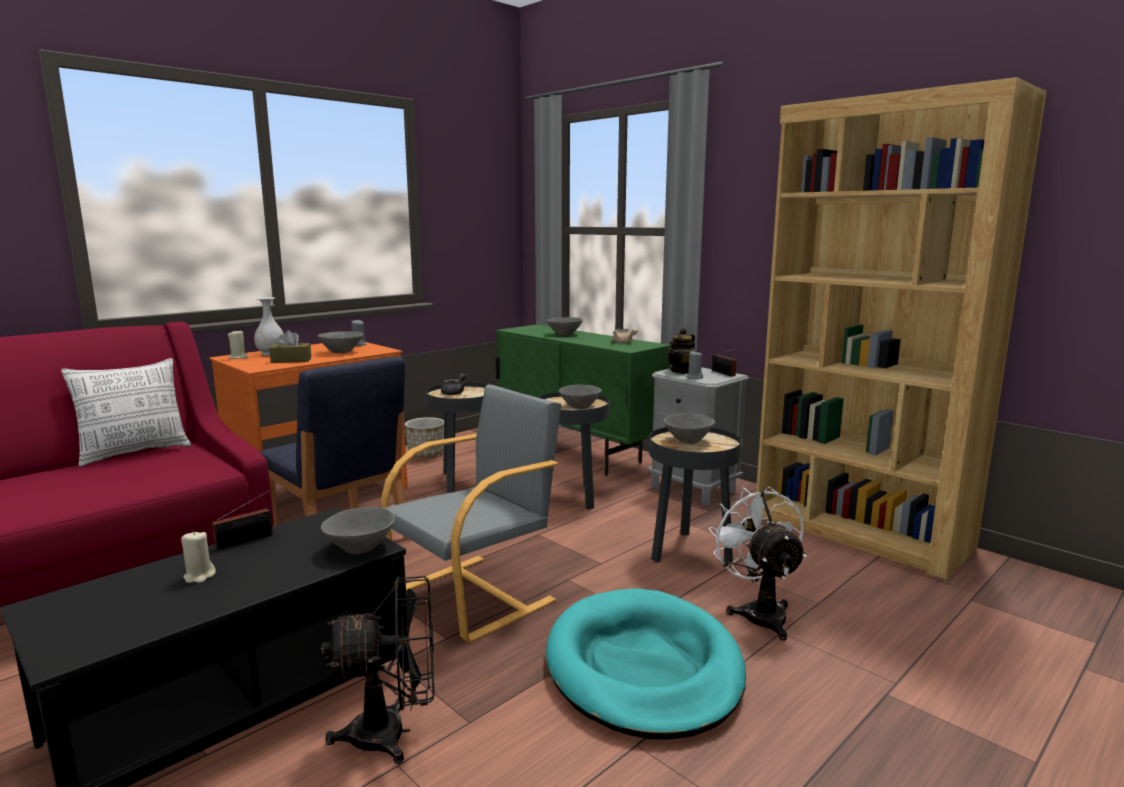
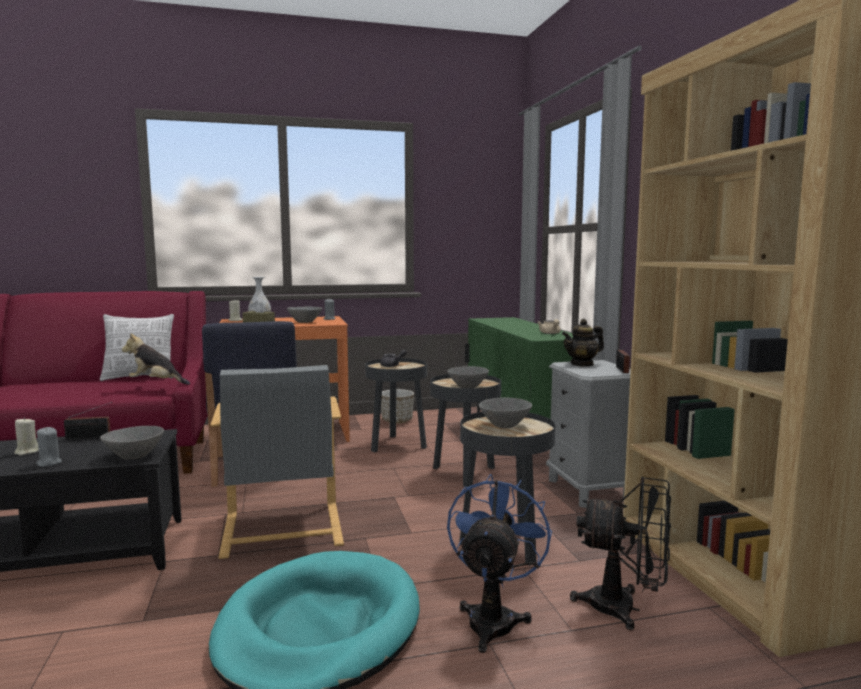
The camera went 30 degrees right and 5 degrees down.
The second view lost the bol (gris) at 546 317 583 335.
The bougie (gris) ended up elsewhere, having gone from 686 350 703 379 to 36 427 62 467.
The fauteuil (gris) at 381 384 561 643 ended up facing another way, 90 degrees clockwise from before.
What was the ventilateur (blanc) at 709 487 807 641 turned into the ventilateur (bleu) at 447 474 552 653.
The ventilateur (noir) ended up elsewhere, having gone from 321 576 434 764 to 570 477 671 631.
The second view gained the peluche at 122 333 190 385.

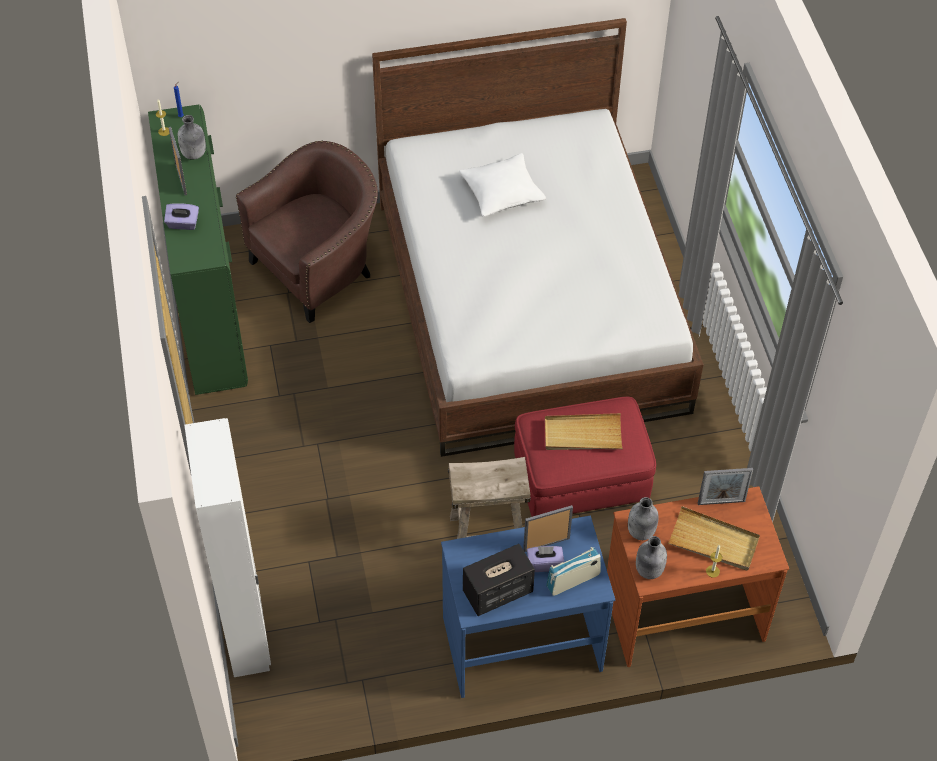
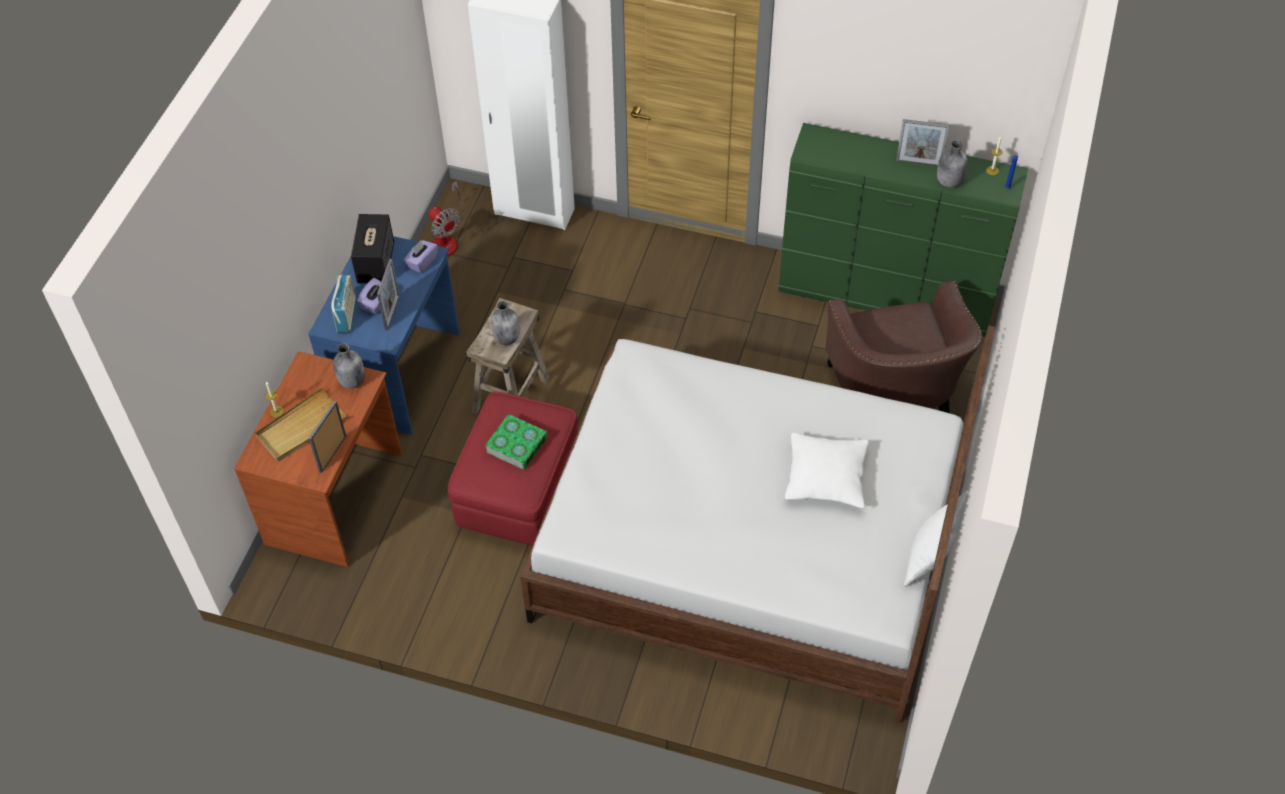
The camera went 120 degrees right and 0 degrees up.
The boîte à mouchoirs (violet) ended up elsewhere, having gone from 164 203 199 230 to 403 240 438 273.
Where the plateau (beige) stood at 545 413 623 450, the livre came to stand at 485 414 547 470.
The bouteille (gris) ended up elsewhere, having gone from 636 536 667 579 to 491 301 520 345.
The second view gained the ventilateur at 428 181 464 256.
The second view gained the coussin (blanc) at 904 491 968 587.

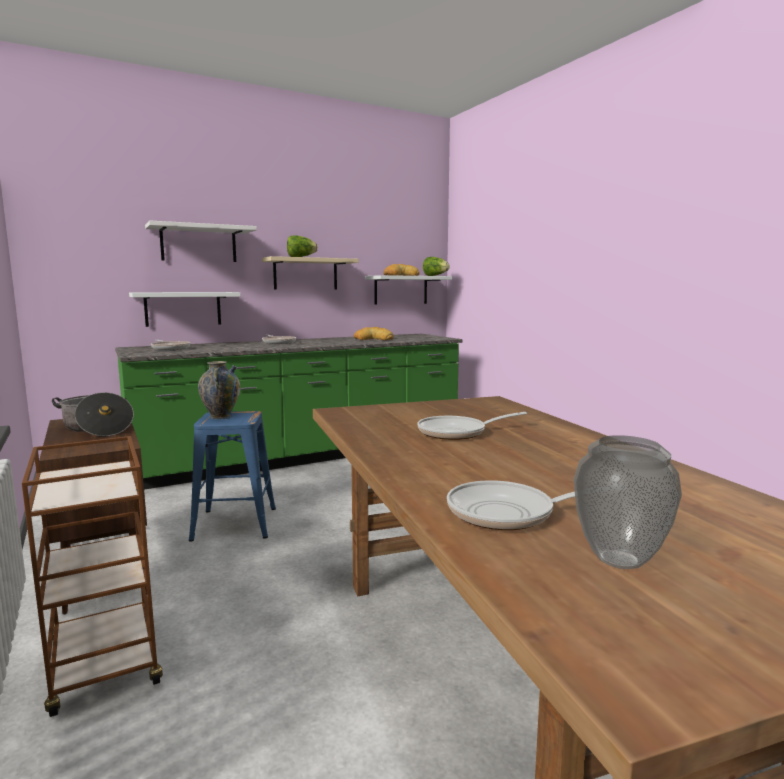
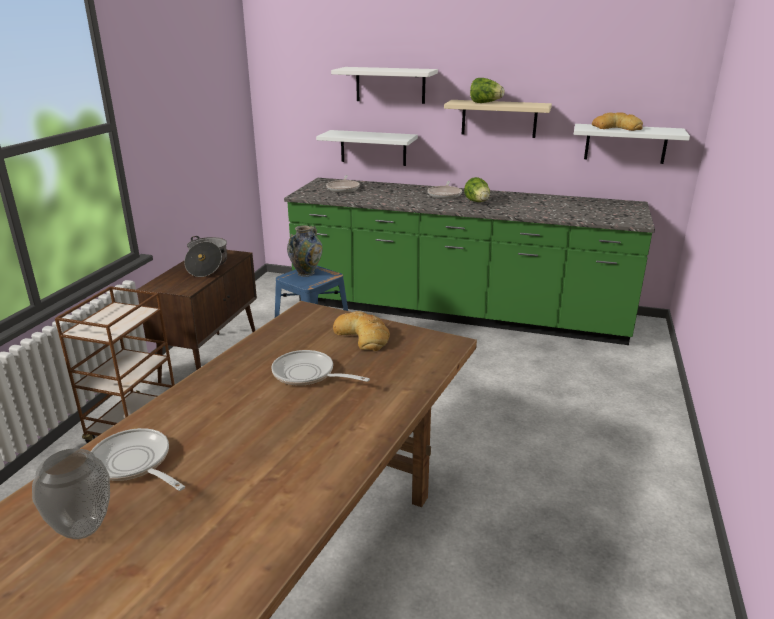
The camera went 45 degrees right and 15 degrees up.
The laitue ended up elsewhere, having gone from 423 257 450 276 to 464 177 490 202.
The pain ended up elsewhere, having gone from 354 327 394 340 to 333 311 390 351.

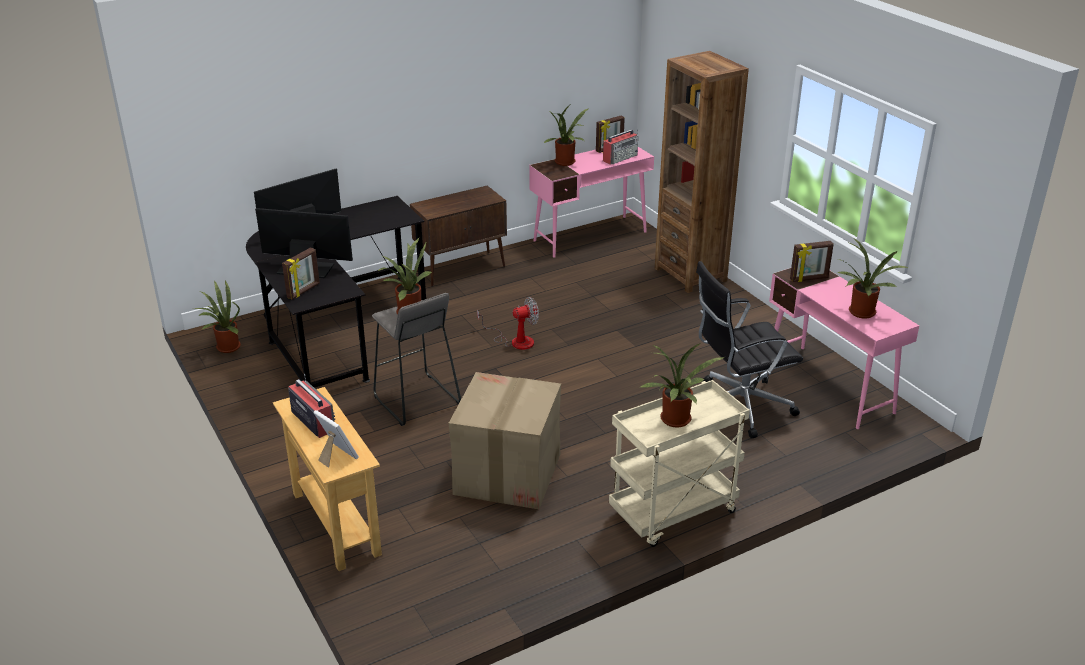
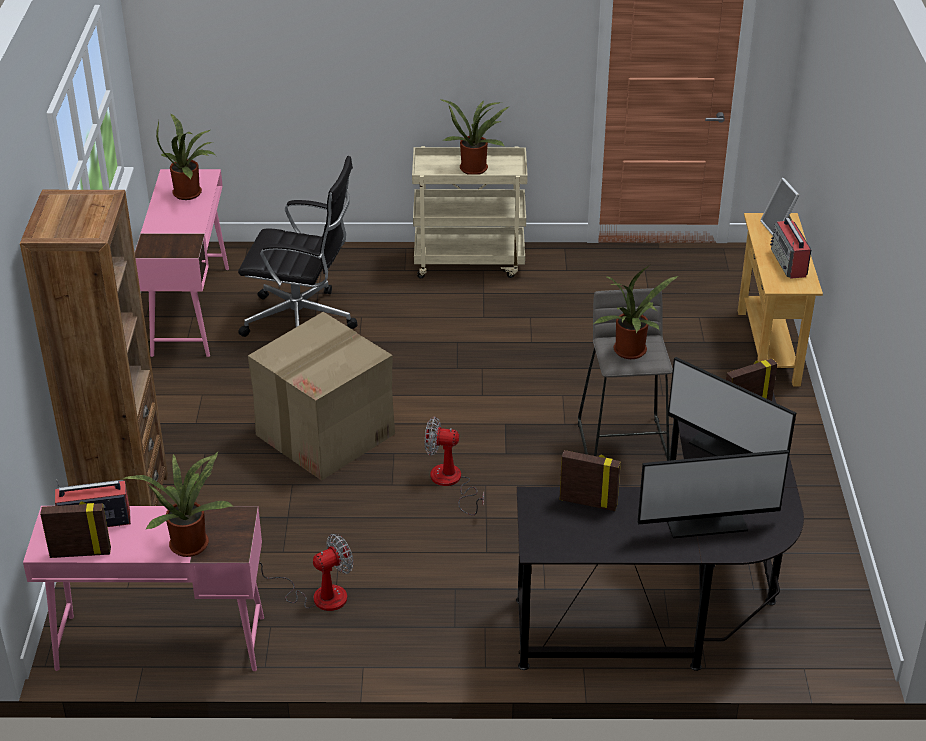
The camera went 150 degrees left and 5 degrees up.
The second view lost the meuble de rangement (marron) at 410 186 507 287.
The cadre photo ended up elsewhere, having gone from 790 241 834 282 to 559 450 621 511.
The second view lost the plante en pot at 195 280 241 353.
The carton ended up elsewhere, having gone from 449 372 561 509 to 248 312 395 481.
The second view gained the ventilateur at 259 534 353 611.

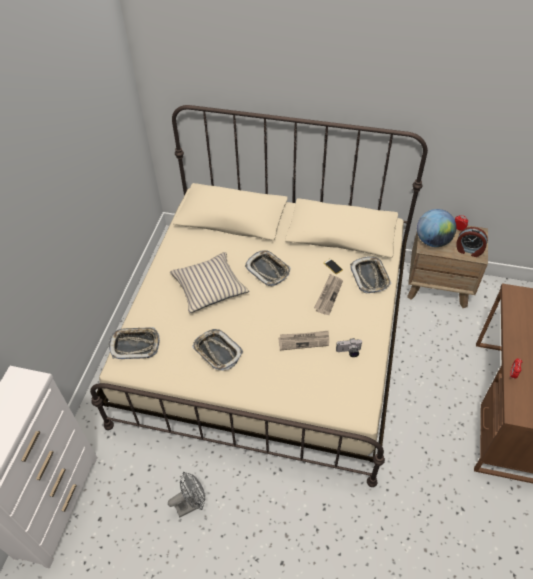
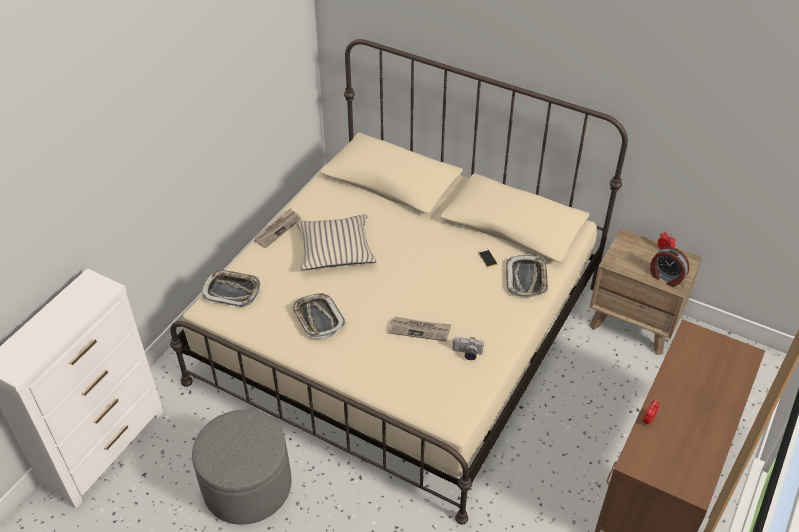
The camera went 15 degrees right and 5 degrees down.
The second view lost the globe at 417 209 456 247.
The second view lost the plateau at 245 250 291 286.
The journal ended up elsewhere, having gone from 314 274 343 315 to 253 208 301 248.
Where the ventilateur (gris) stood at 168 472 206 517, the pouf (gris) came to stand at 192 410 292 525.

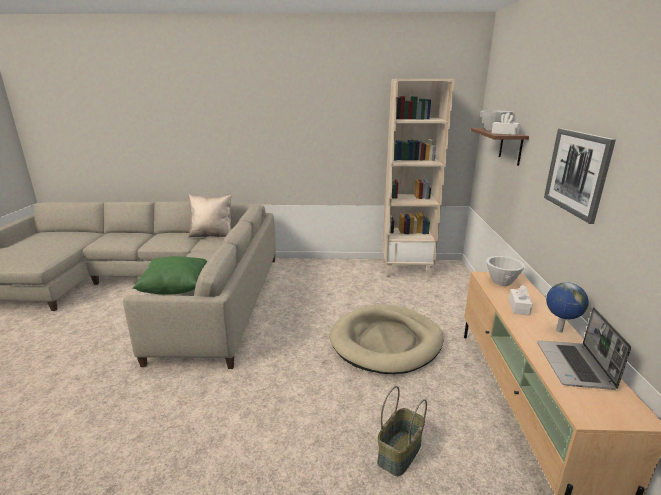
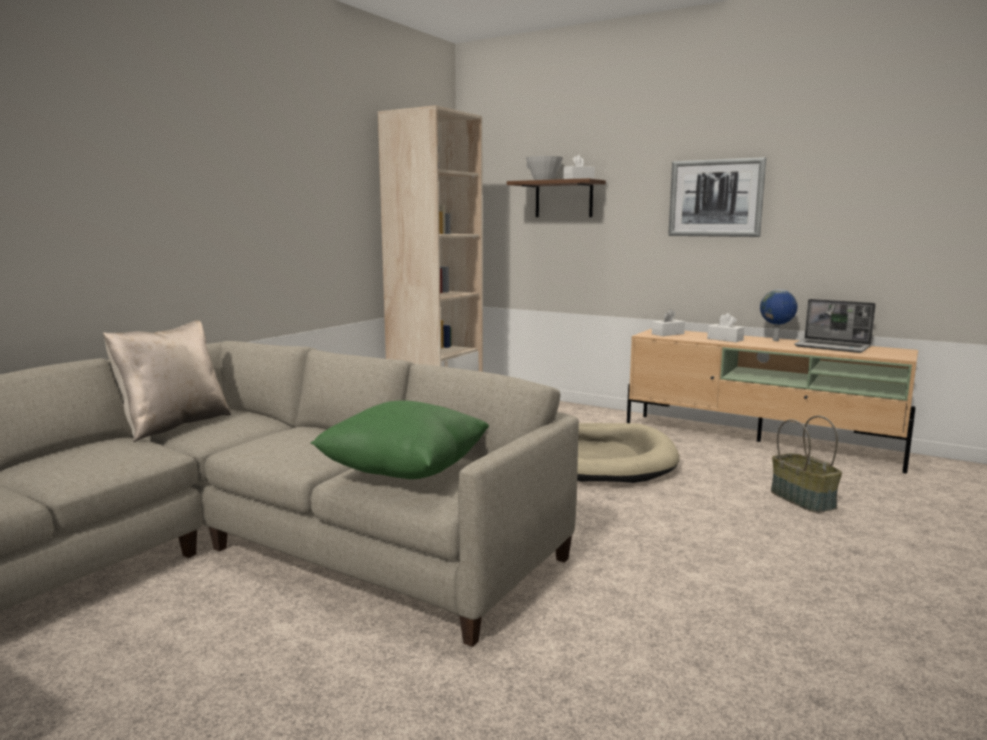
The camera went 60 degrees left and 10 degrees down.
Where the bol (blanc) stood at 486 256 525 286, the boîte à mouchoirs (blanc) came to stand at 652 309 685 336.

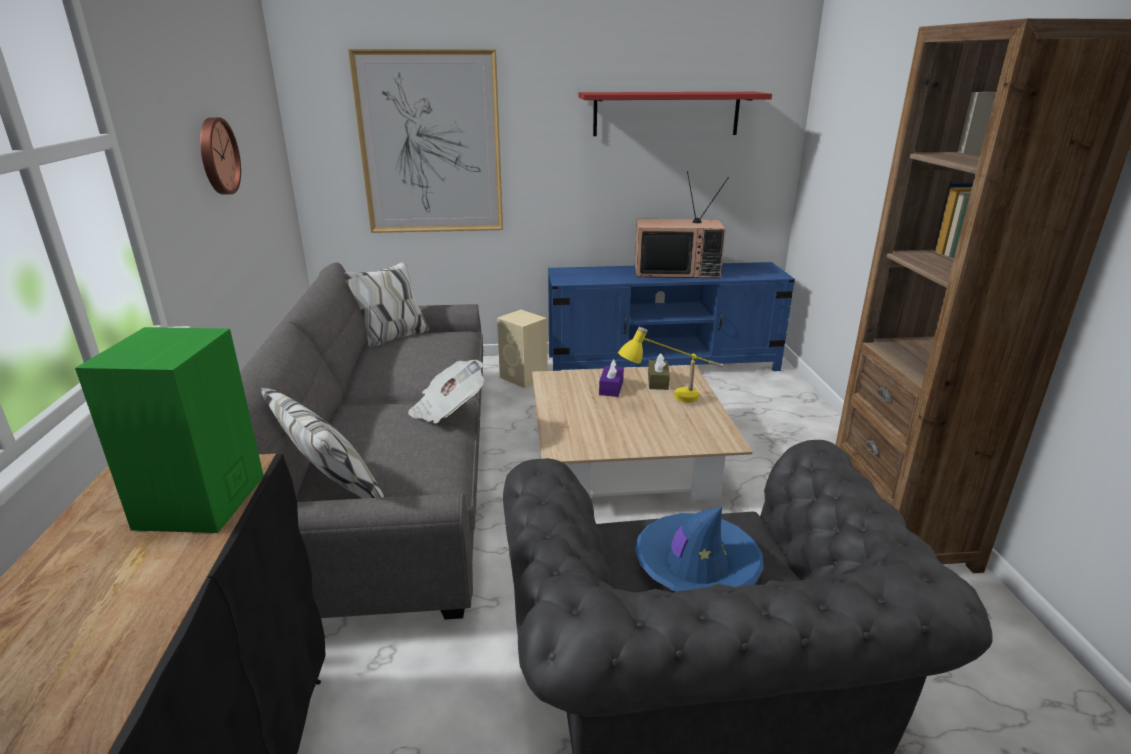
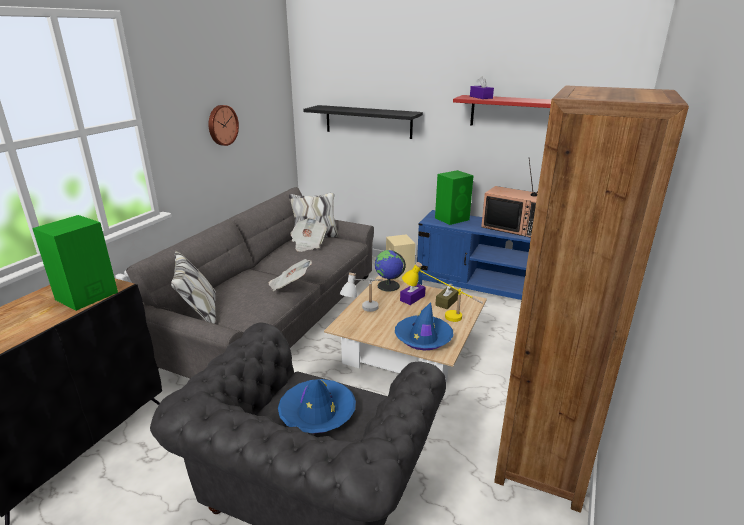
The camera went 30 degrees right and 0 degrees up.
Where the tableau hung at 348 49 503 233, the étagère (noir) came to hang at 303 105 423 139.
The second view gained the boîte à mouchoirs (violet) at 470 77 494 99.
The second view gained the enceinte (vert) at 435 170 474 225.
The second view gained the journal at 291 218 327 252.
The second view gained the globe at 375 250 406 291.
The second view gained the lampe de table (blanc) at 340 272 383 312.
The second view gained the chapeau (bleu) at 395 302 453 350.

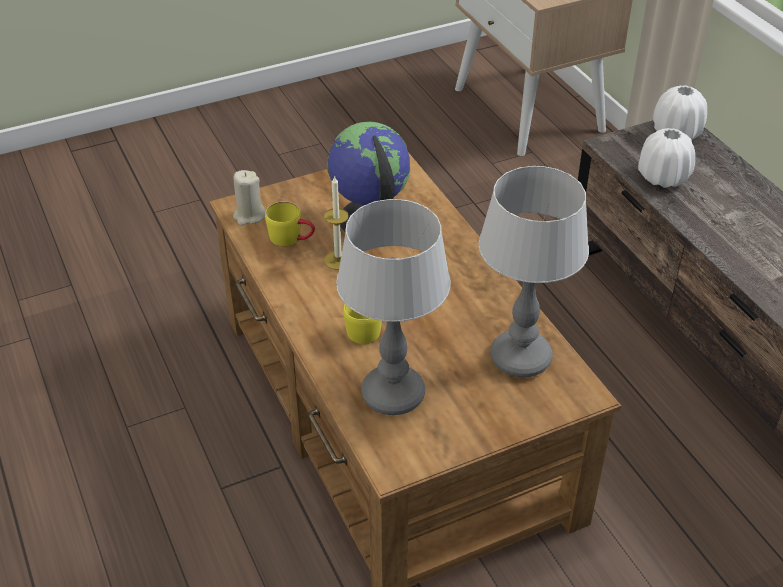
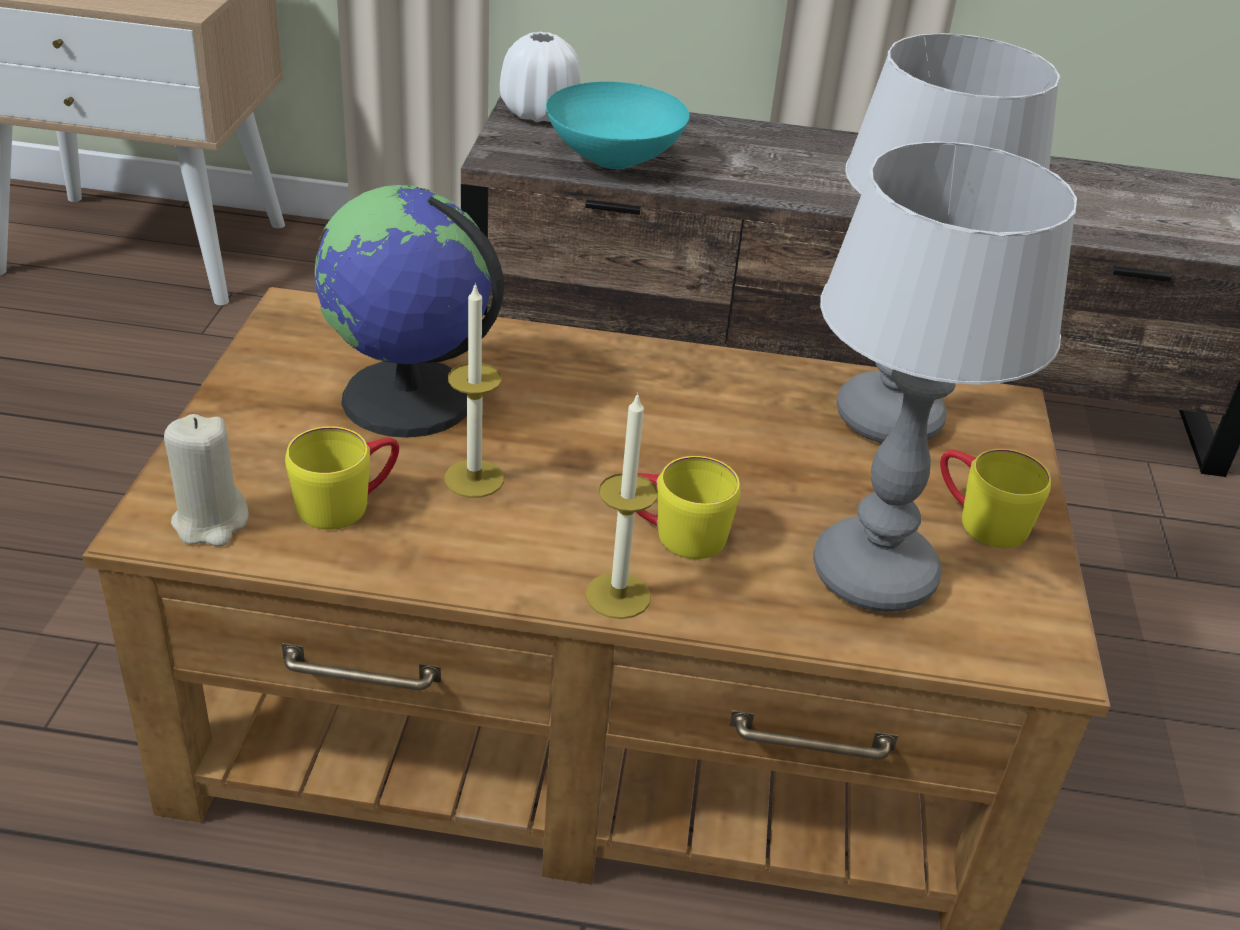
The camera went 60 degrees left and 5 degrees down.
Where the vase (blanc) stood at 638 128 695 188, the bol (turquoise) came to stand at 546 81 690 169.
The second view gained the bougie at 585 392 658 619.
The second view gained the mug (jaune) at 940 449 1051 548.

